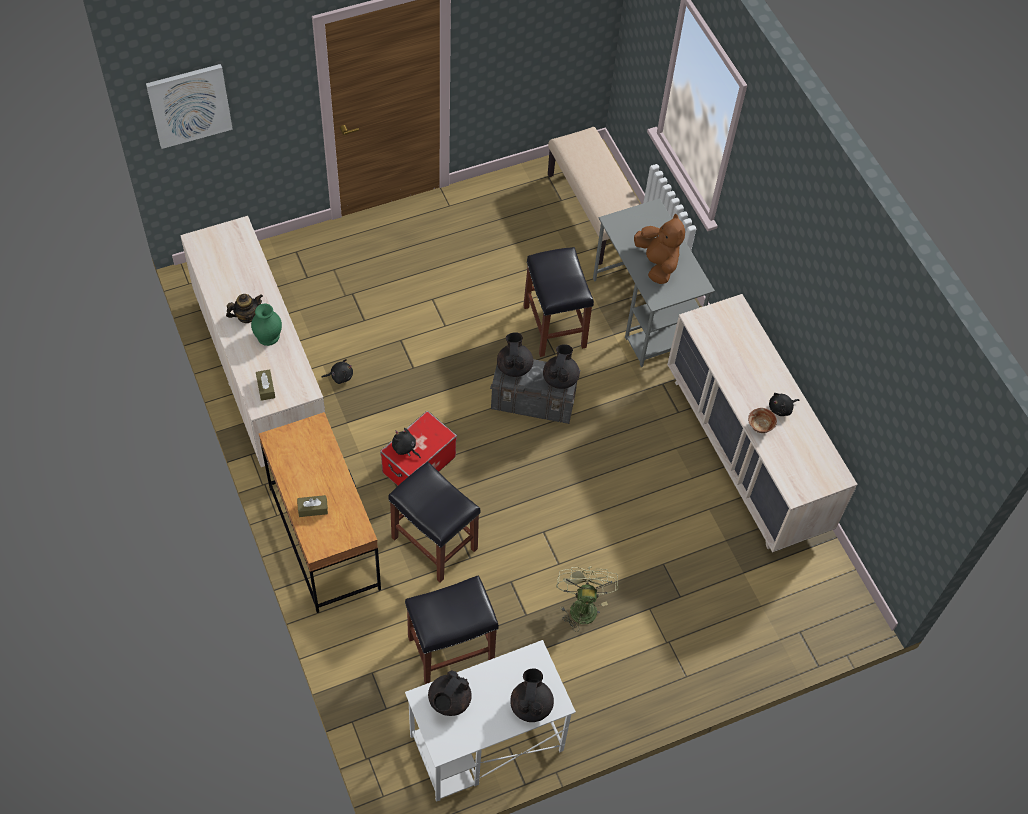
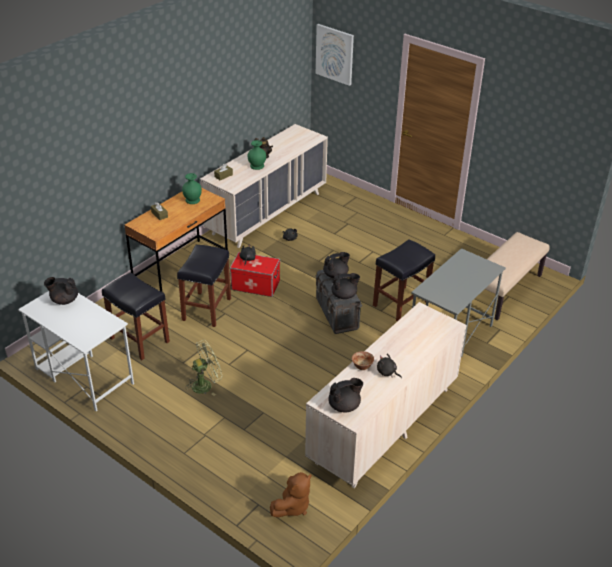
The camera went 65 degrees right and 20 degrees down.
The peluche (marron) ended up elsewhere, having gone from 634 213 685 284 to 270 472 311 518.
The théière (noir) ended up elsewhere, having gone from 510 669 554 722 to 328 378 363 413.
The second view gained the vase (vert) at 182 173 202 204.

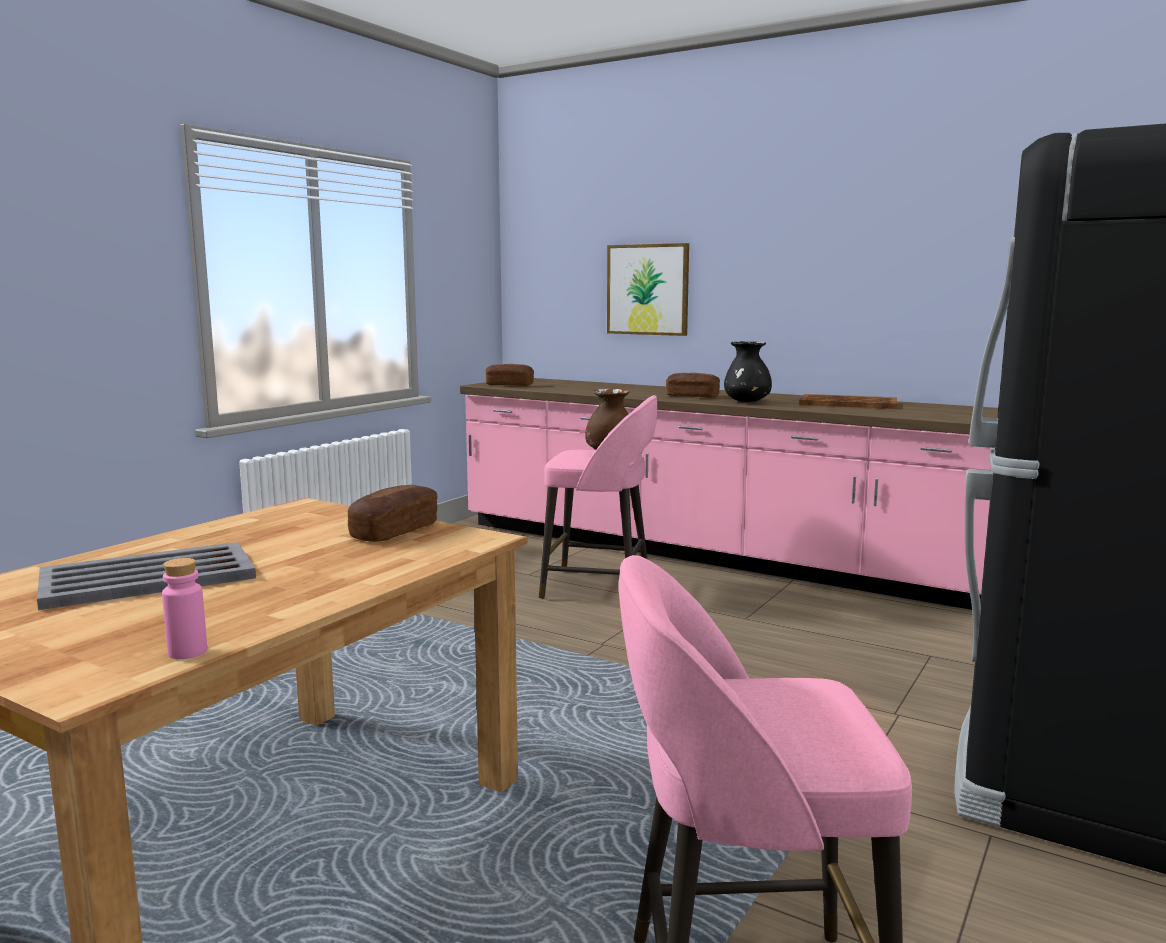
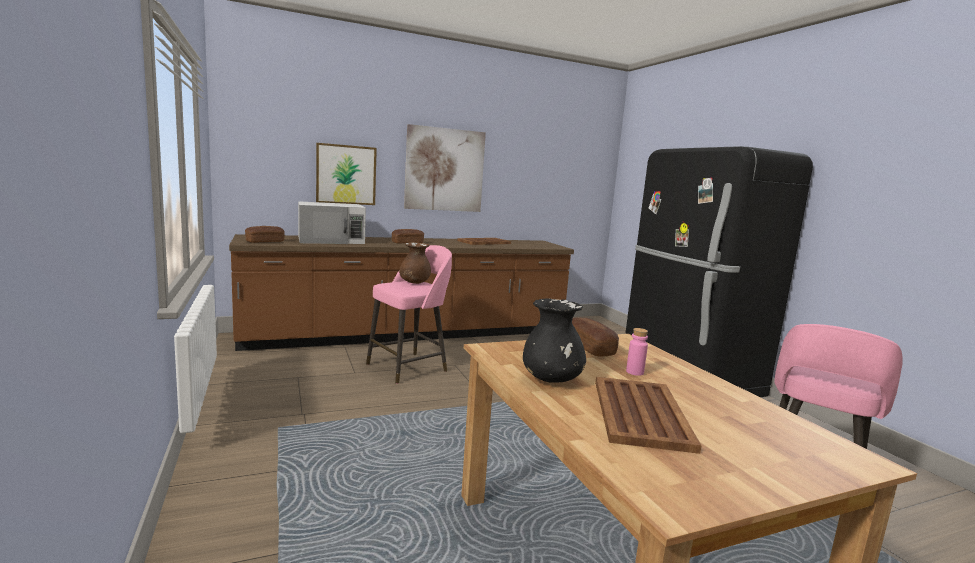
The camera went 55 degrees left and 0 degrees up.
The vase (noir) ended up elsewhere, having gone from 724 341 772 402 to 523 298 586 383.
What was the comptoir de cuisine (rose) at 460 378 998 610 turned into the comptoir de cuisine (marron) at 229 234 574 351.
What was the plateau (gris) at 37 542 256 610 turned into the plateau (marron) at 595 377 702 454.
The bouteille (rose) ended up elsewhere, having gone from 162 558 207 659 to 626 328 648 376.
The second view gained the tableau at 404 124 486 212.
The second view gained the micro-ondes (blanc) at 298 201 366 244.

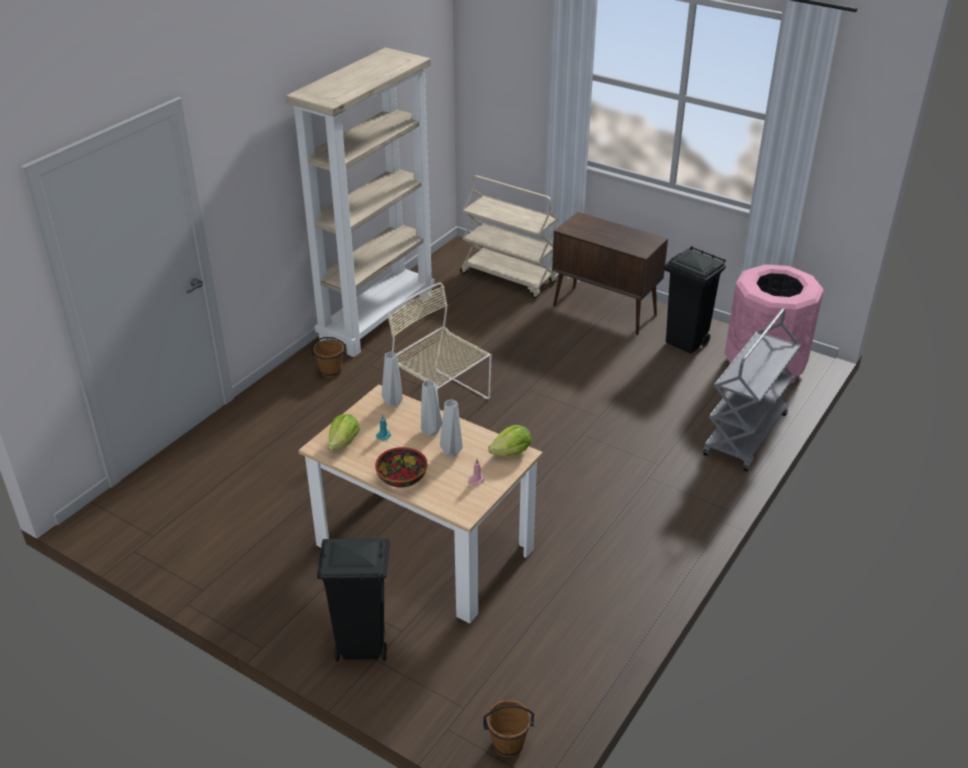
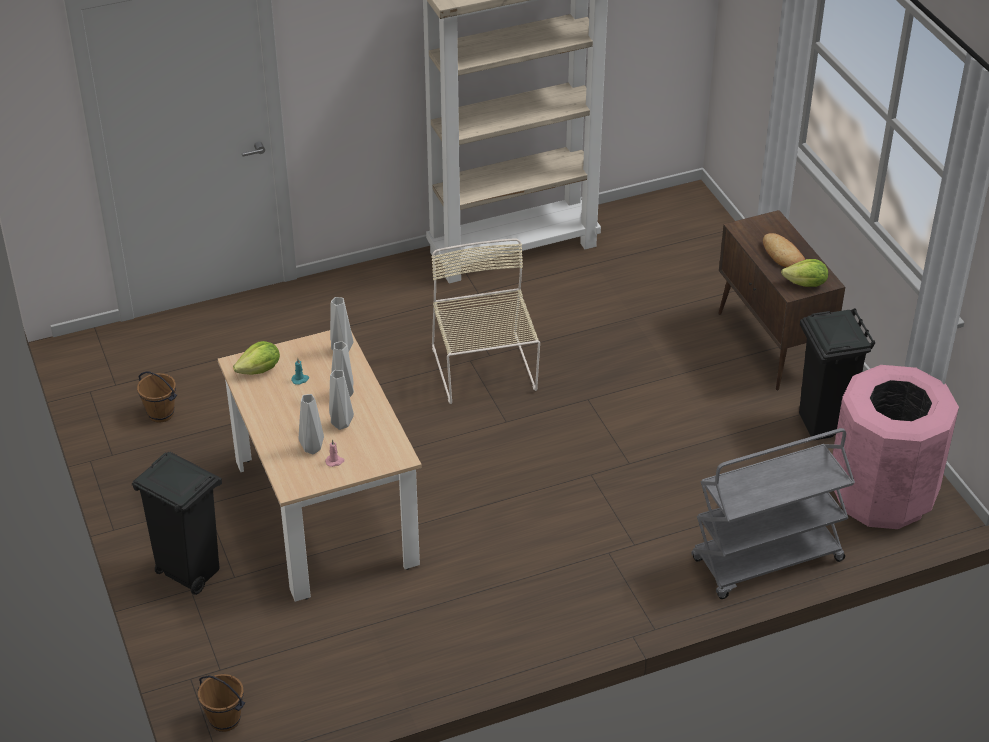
The camera went 35 degrees right and 5 degrees up.
The second view lost the chariot (beige) at 461 175 559 298.
The seau (marron) ended up elsewhere, having gone from 311 337 346 378 to 137 371 177 423.
The laitue ended up elsewhere, having gone from 488 425 532 456 to 781 259 828 287.
The second view lost the bol at 375 447 427 488.
The second view gained the pain at 763 233 805 268.
The second view gained the vase (gris) at 299 394 324 454.

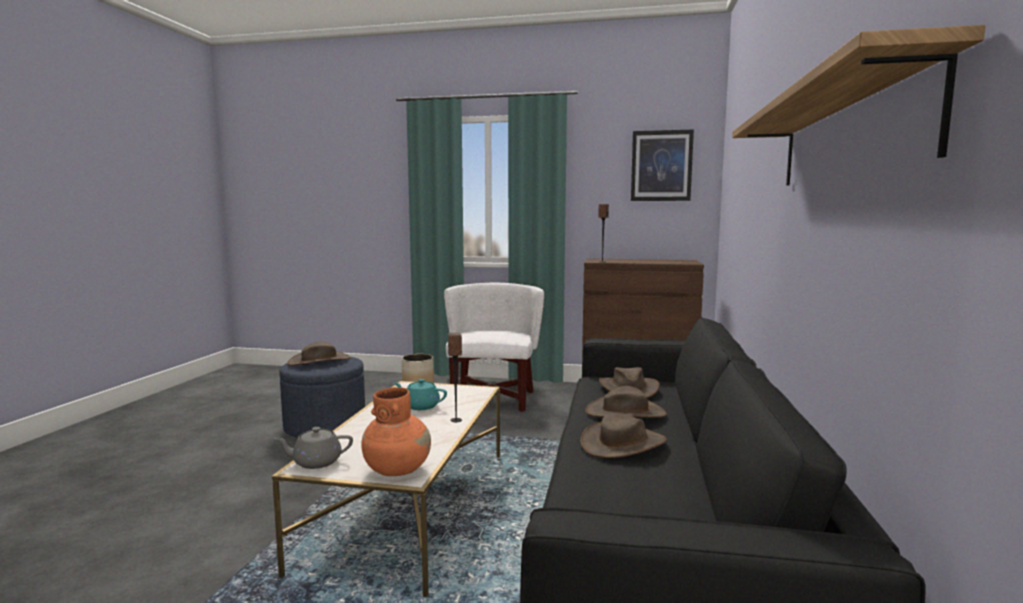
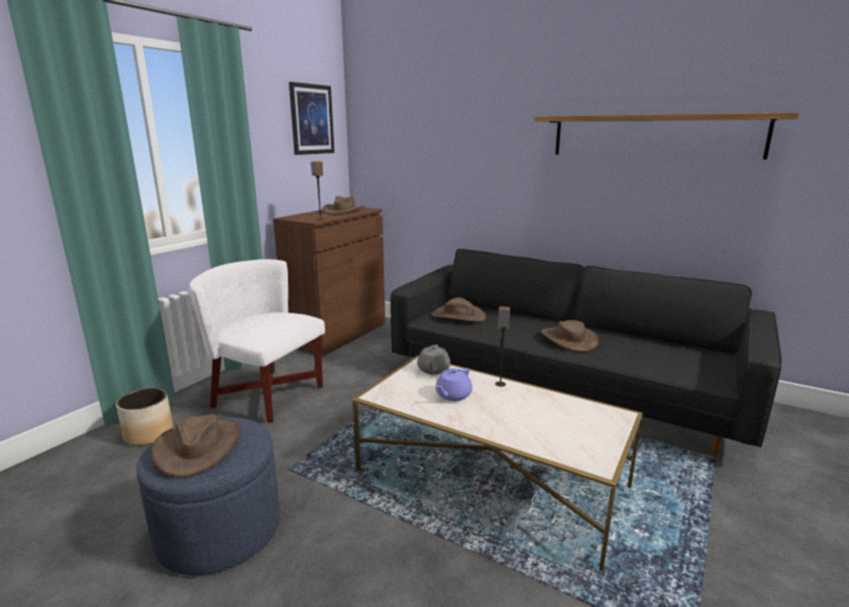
The camera went 70 degrees left and 10 degrees up.
What was the théière (turquoise) at 394 379 447 410 turned into the théière (violet) at 436 368 472 401.
The chapeau (marron) ended up elsewhere, having gone from 585 386 667 418 to 322 196 365 214.
The second view lost the vase (orange) at 361 387 431 476.
The théière (gris) ended up elsewhere, having gone from 274 427 353 469 to 417 345 450 375.

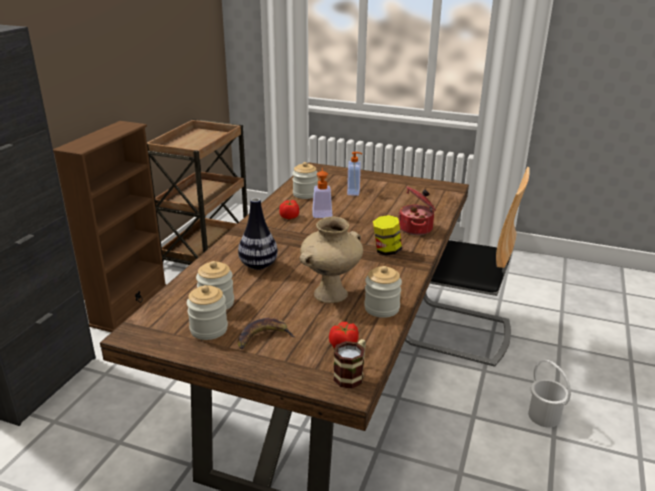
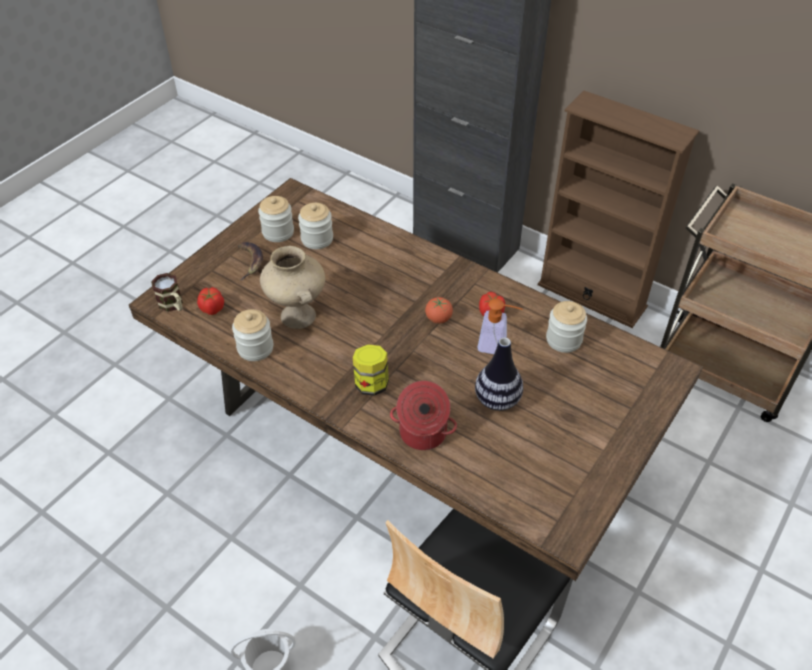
The camera went 105 degrees right and 20 degrees up.
The second view lost the distributeur de savon at 347 152 362 196.
The vase ended up elsewhere, having gone from 238 198 278 270 to 475 337 523 411.
The second view gained the tomate at 425 297 453 324.

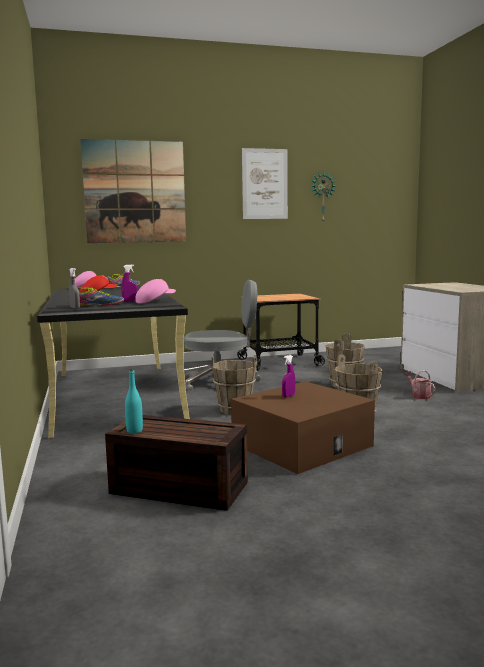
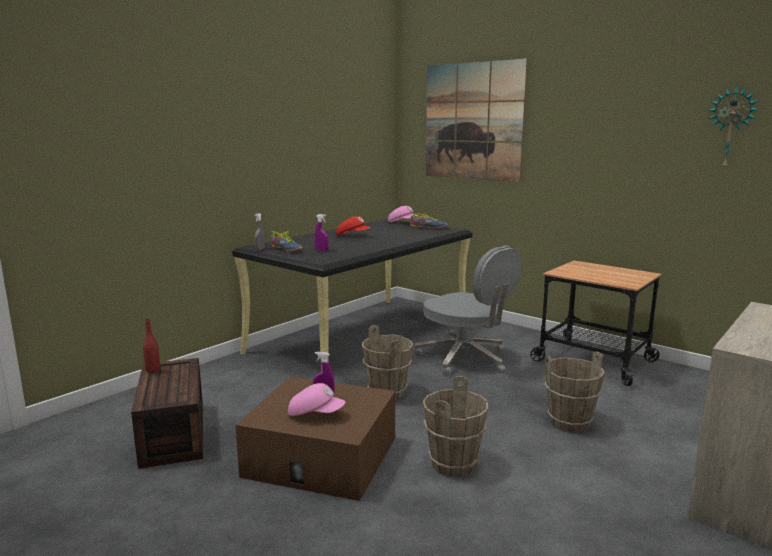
The camera went 55 degrees right and 5 degrees up.
The second view lost the tableau at 242 148 288 219.
The casquette (rose) ended up elsewhere, having gone from 135 279 176 304 to 288 383 345 416.
What was the bouteille (turquoise) at 125 369 143 434 turned into the bouteille (rouge) at 143 318 160 373.
The second view lost the arrosoir at 404 370 435 399.

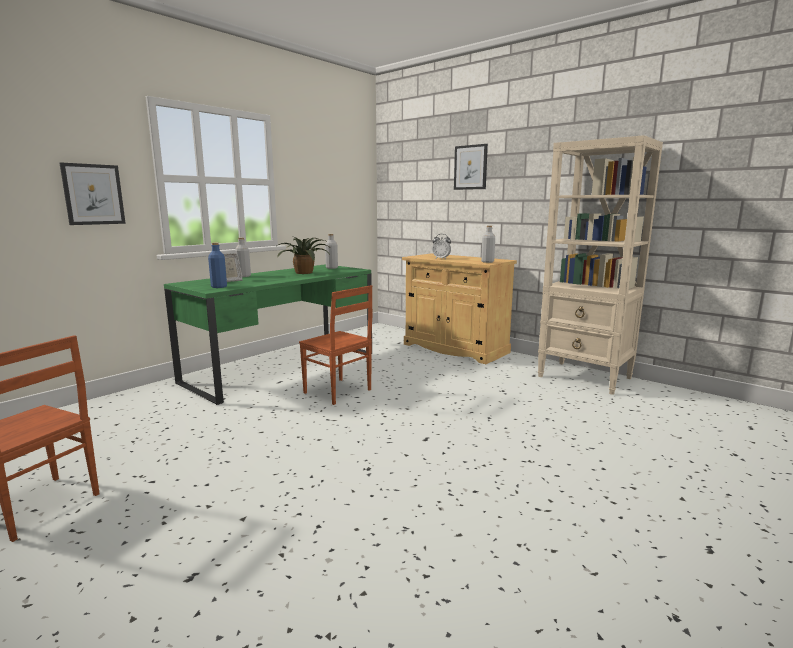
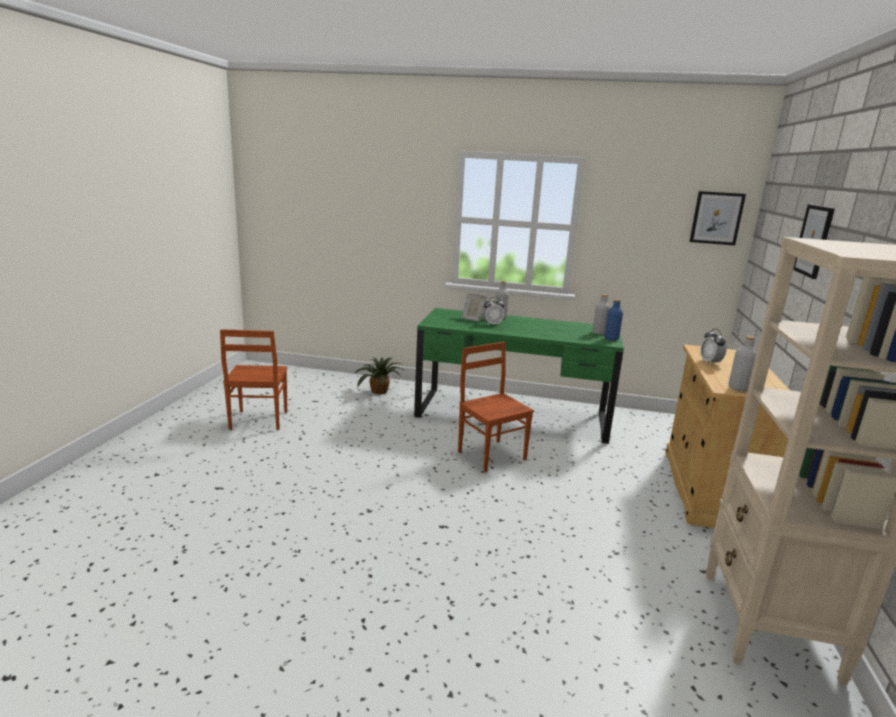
The camera went 60 degrees right and 5 degrees up.
The tableau ended up elsewhere, having gone from 60 162 126 225 to 689 191 746 245.
The plante en pot ended up elsewhere, having gone from 277 236 330 274 to 354 357 404 394.
The bouteille (bleu) ended up elsewhere, having gone from 208 243 227 288 to 605 299 623 341.
The chaise (marron) at 299 285 372 405 ended up facing another way, 135 degrees clockwise from before.
The second view gained the réveil at 482 297 504 325.

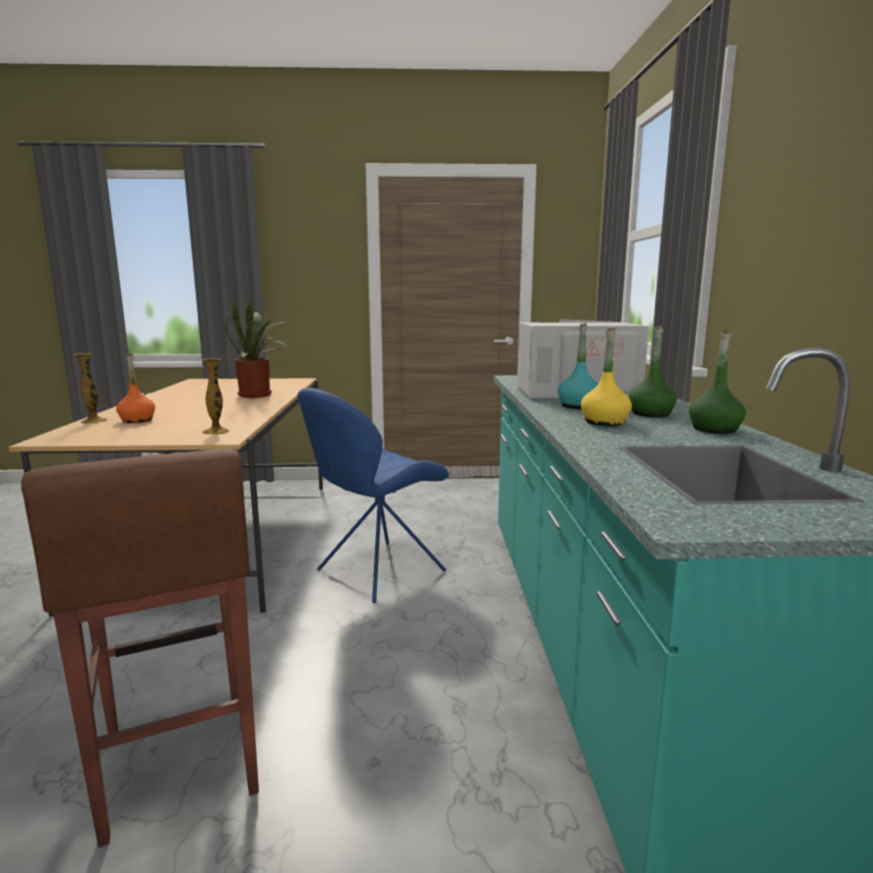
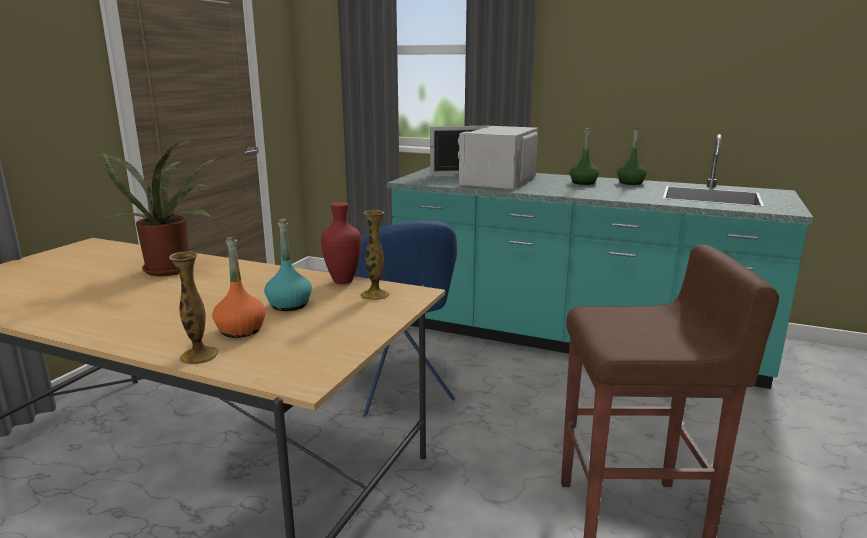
The camera went 65 degrees left and 5 degrees up.
The bouteille (turquoise) ended up elsewhere, having gone from 558 323 598 409 to 264 219 312 311.
The second view lost the bouteille (jaune) at 581 328 632 426.
The second view gained the vase (rouge) at 321 202 361 284.

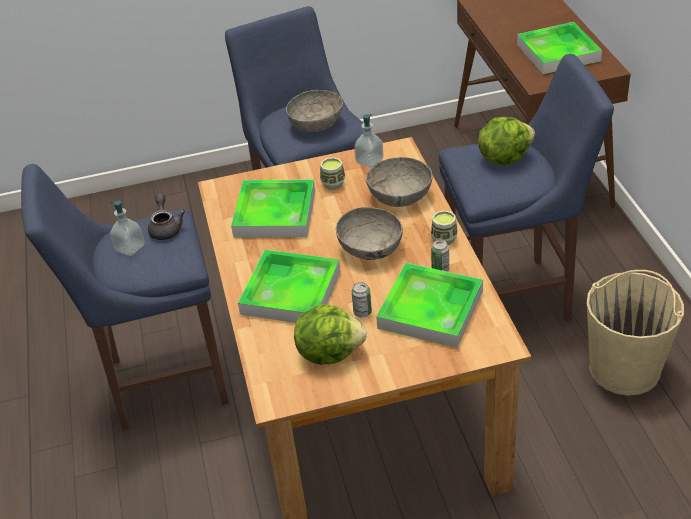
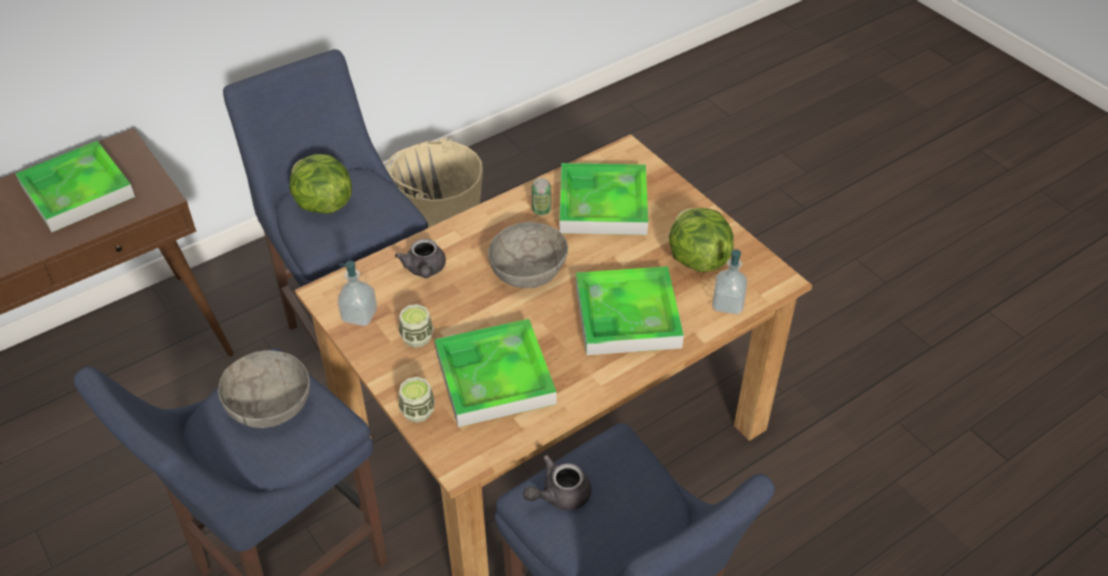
The camera went 115 degrees left and 5 degrees up.
Where the bol (gris) stood at 366 157 432 207, the théière (gris) came to stand at 395 239 446 278.
The distributeur de savon ended up elsewhere, having gone from 110 200 145 256 to 712 249 748 314.
The tasse ended up elsewhere, having gone from 431 210 457 245 to 399 377 435 423.
The second view lost the boîte métallique at 352 282 372 317.

